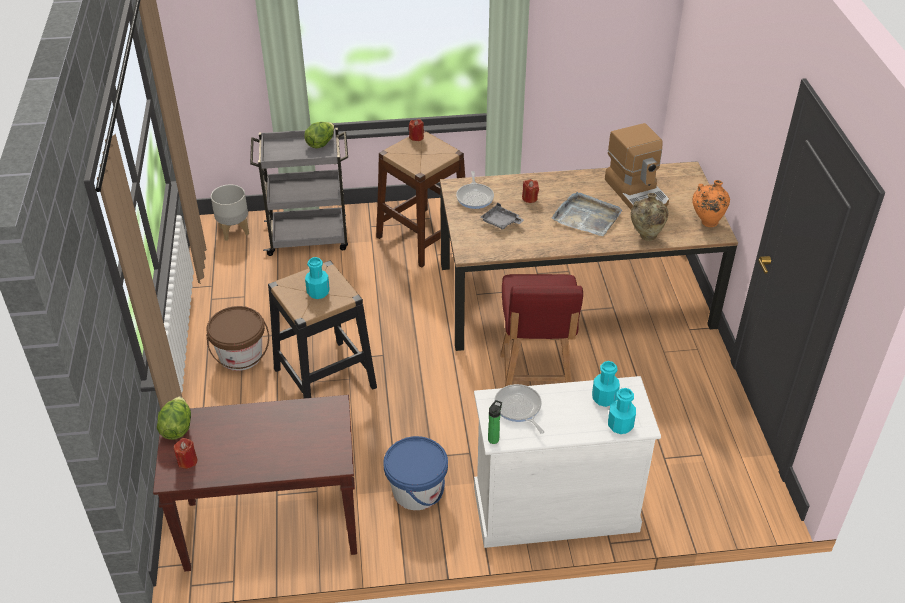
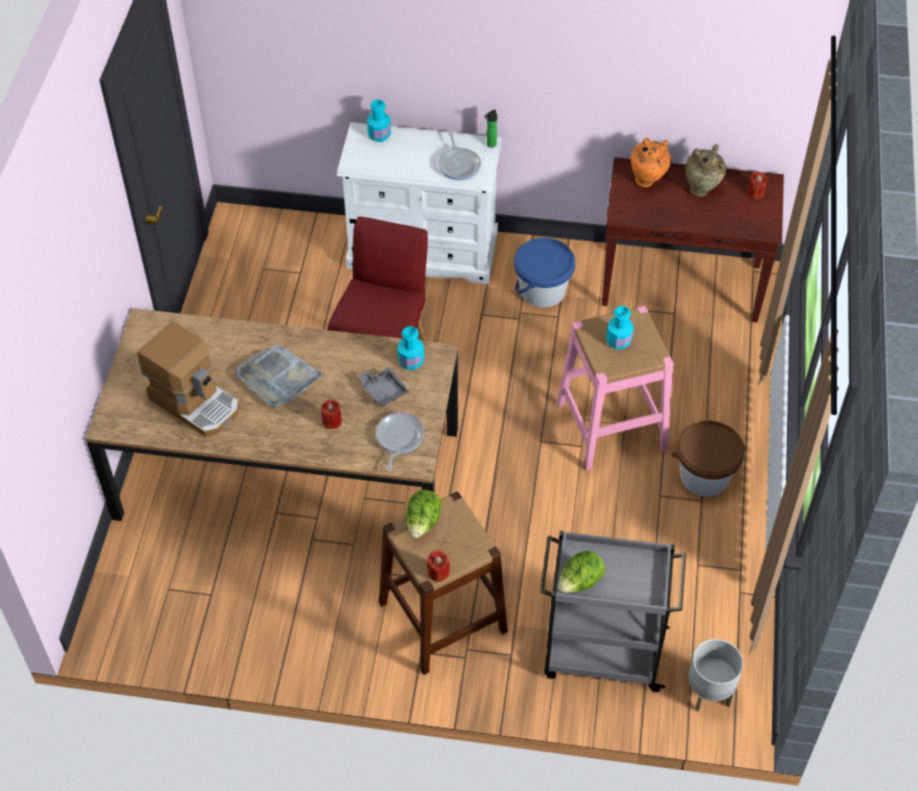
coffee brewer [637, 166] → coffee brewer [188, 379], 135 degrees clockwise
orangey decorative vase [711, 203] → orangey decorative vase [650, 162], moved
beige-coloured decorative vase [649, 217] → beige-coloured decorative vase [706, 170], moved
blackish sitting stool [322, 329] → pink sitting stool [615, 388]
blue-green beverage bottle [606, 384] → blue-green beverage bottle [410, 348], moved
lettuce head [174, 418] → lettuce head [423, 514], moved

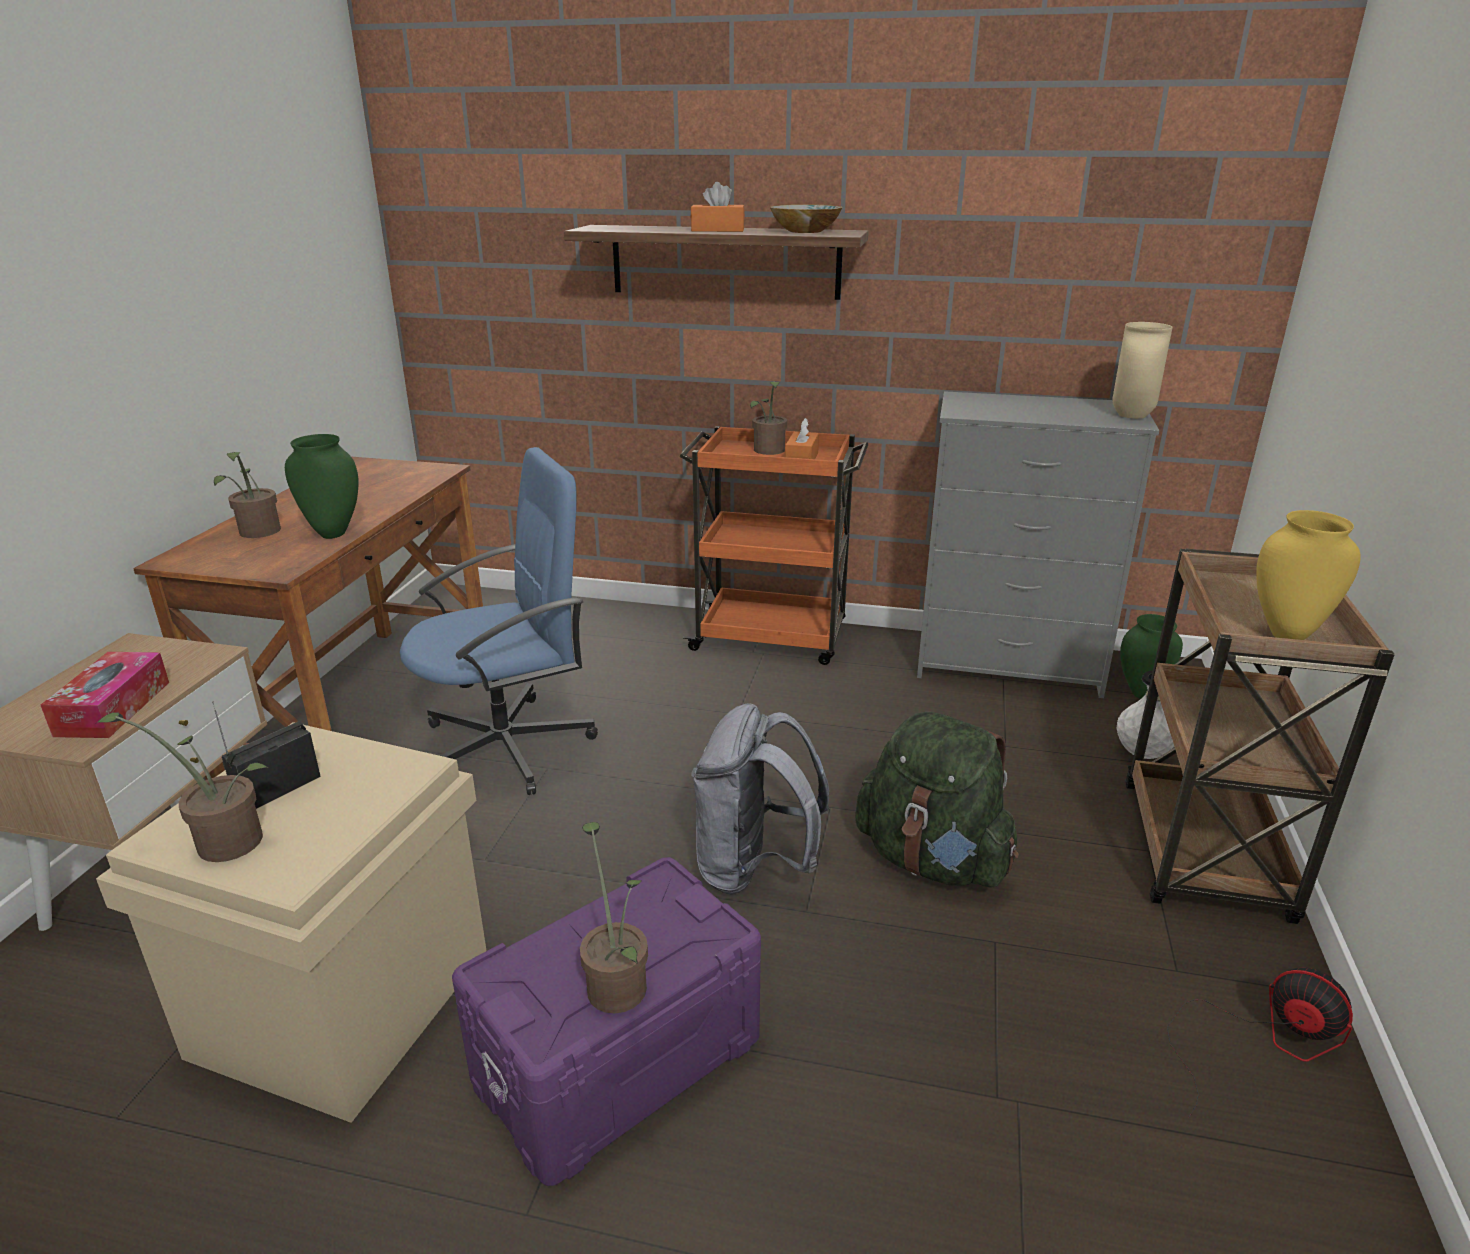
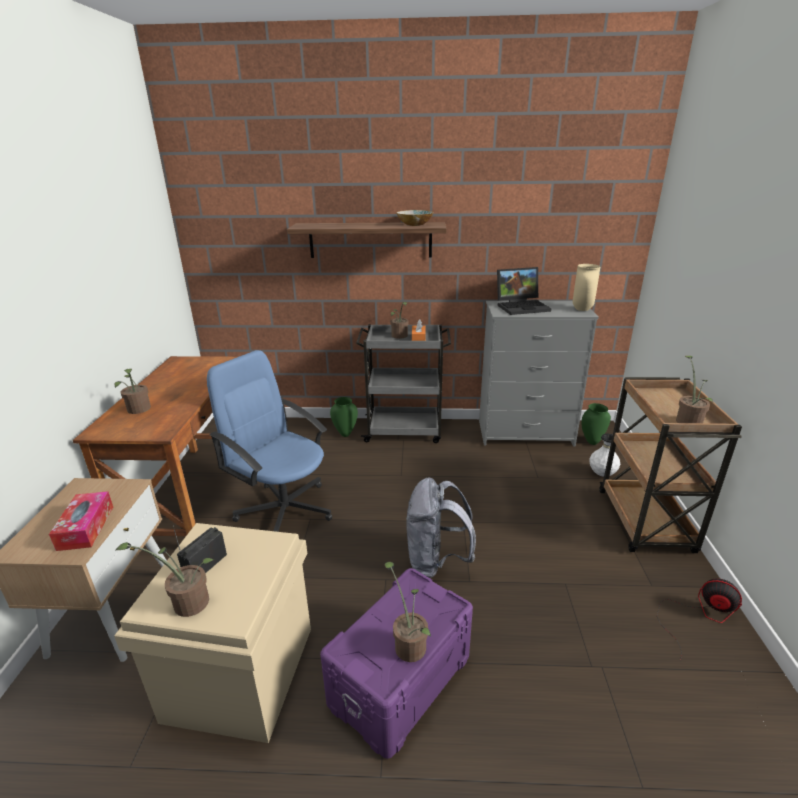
orangey tissue holder [718, 207] → -
orangey wheeled cart [773, 545] → grey wheeled cart [403, 383]
green decorative vase [322, 486] → green decorative vase [344, 417], moved
blue computer chair [499, 621] → blue computer chair [269, 441], 105 degrees counterclockwise
yellow decorative vase [1308, 575] → houseplant [694, 389]
green knapsack [937, 799] → -
- → notebook computer [524, 291]

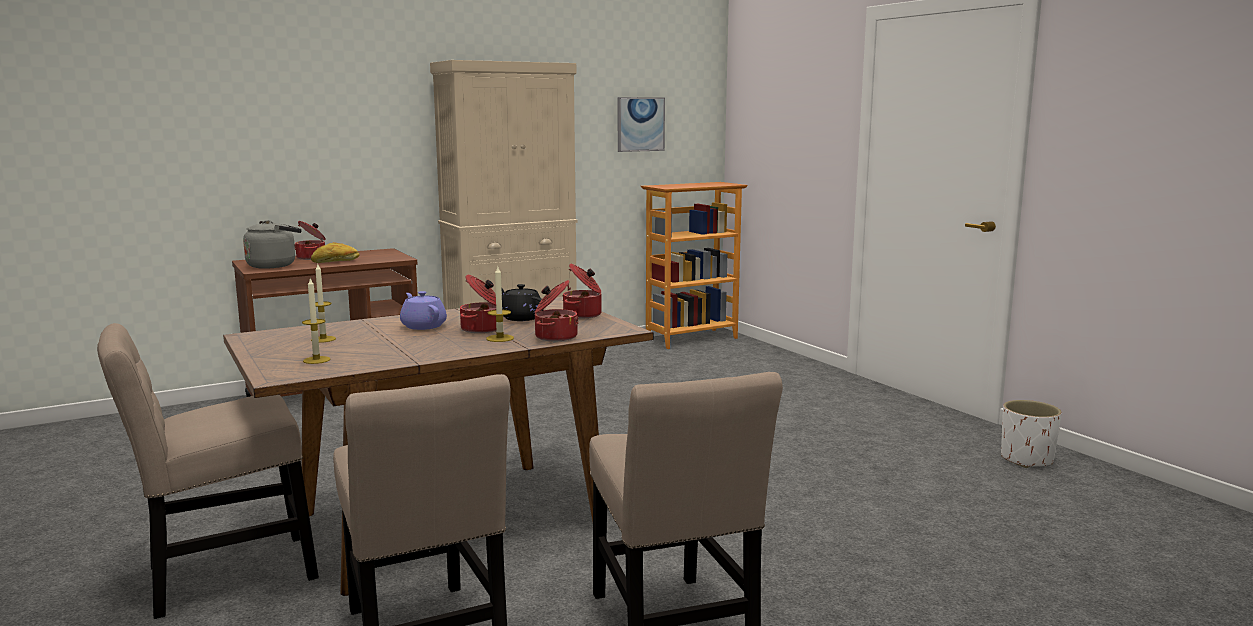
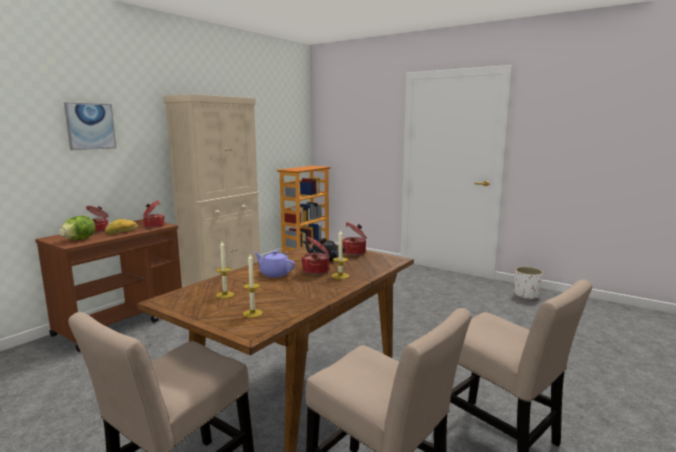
wall art [641, 124] → wall art [90, 126], moved
grey tea kettle [272, 244] → lettuce head [77, 228]
stockpot [557, 310] → stockpot [154, 214], moved

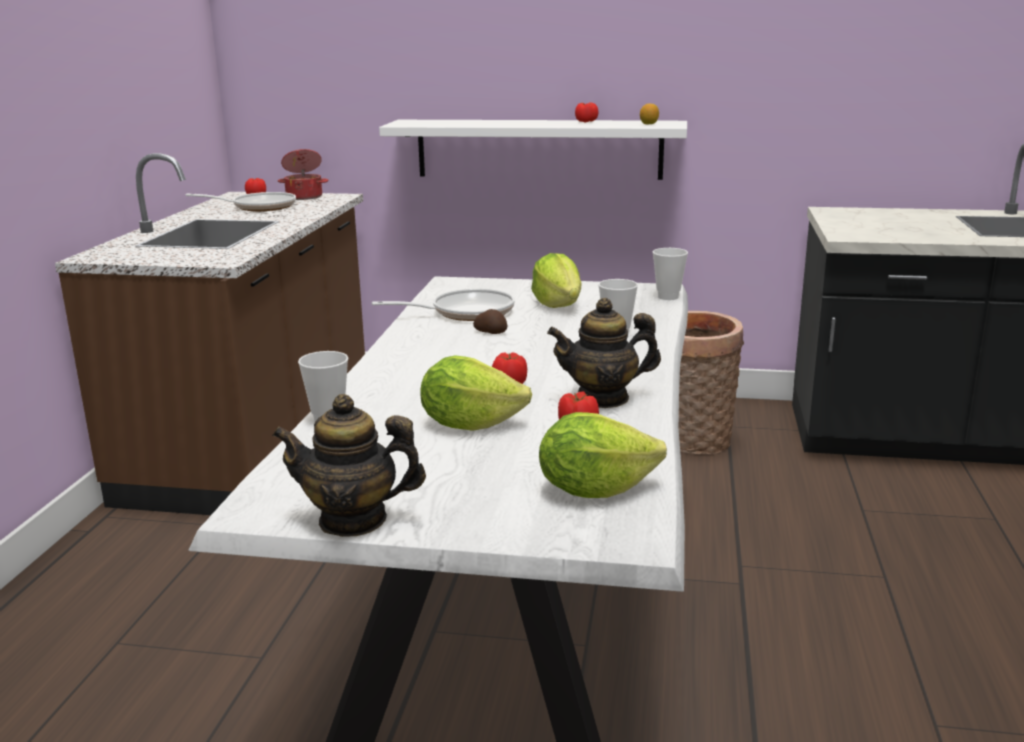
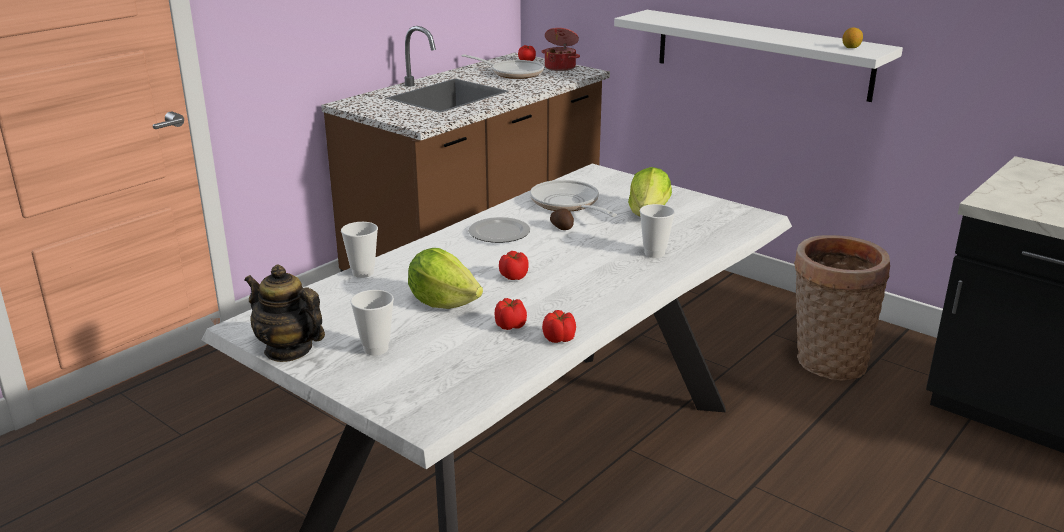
tomato [587, 112] → tomato [559, 326], moved
cup [670, 274] → cup [372, 322], moved
skillet [443, 305] → skillet [573, 198], 135 degrees counterclockwise
pot for tea [604, 353] → -
lettuce head [603, 455] → -
- → dinner plate [499, 230]

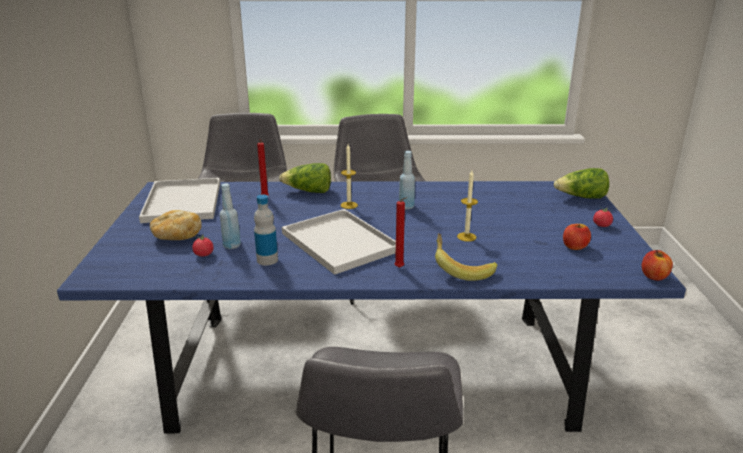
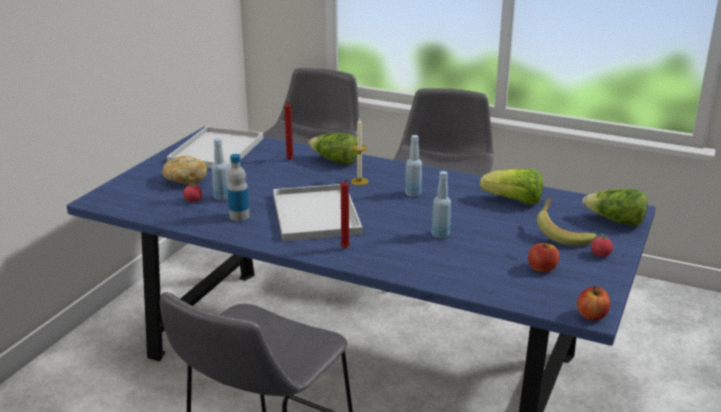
wax candle [467, 206] → blue beverage bottle [441, 204]
banana [466, 257] → banana [567, 221], moved
- → lettuce head [511, 187]

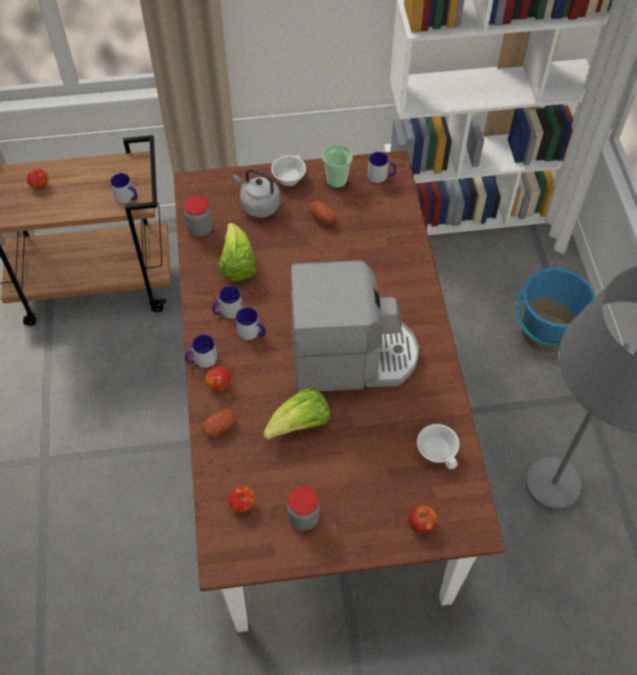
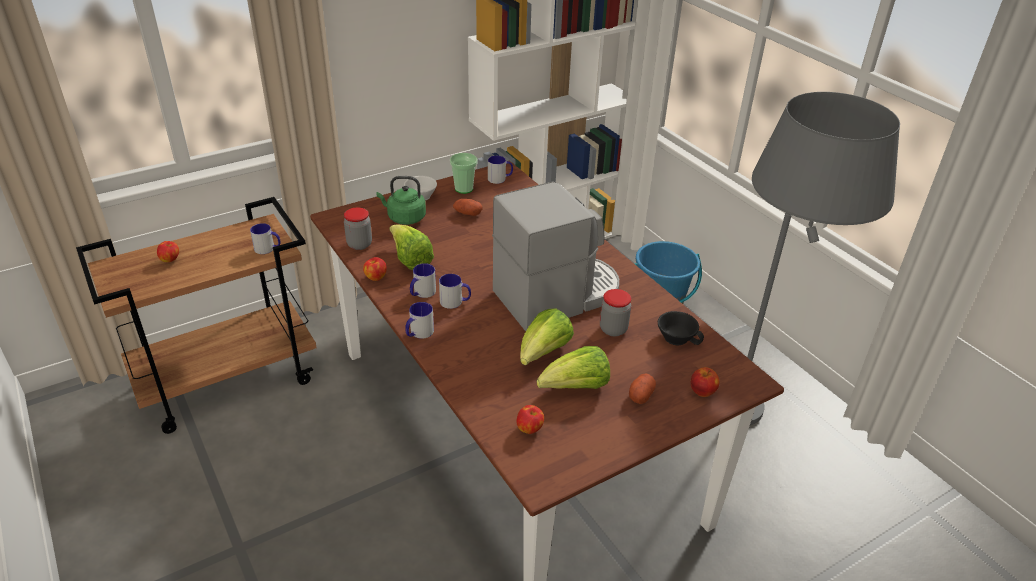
grey tea kettle [256, 193] → green tea kettle [401, 200]
apple fruit [218, 378] → apple fruit [375, 269], moved
whole potato [219, 423] → whole potato [642, 388], moved
whitish cup [438, 447] → blackish cup [681, 328]
jar [303, 509] → jar [615, 312], moved
- → lettuce head [573, 367]

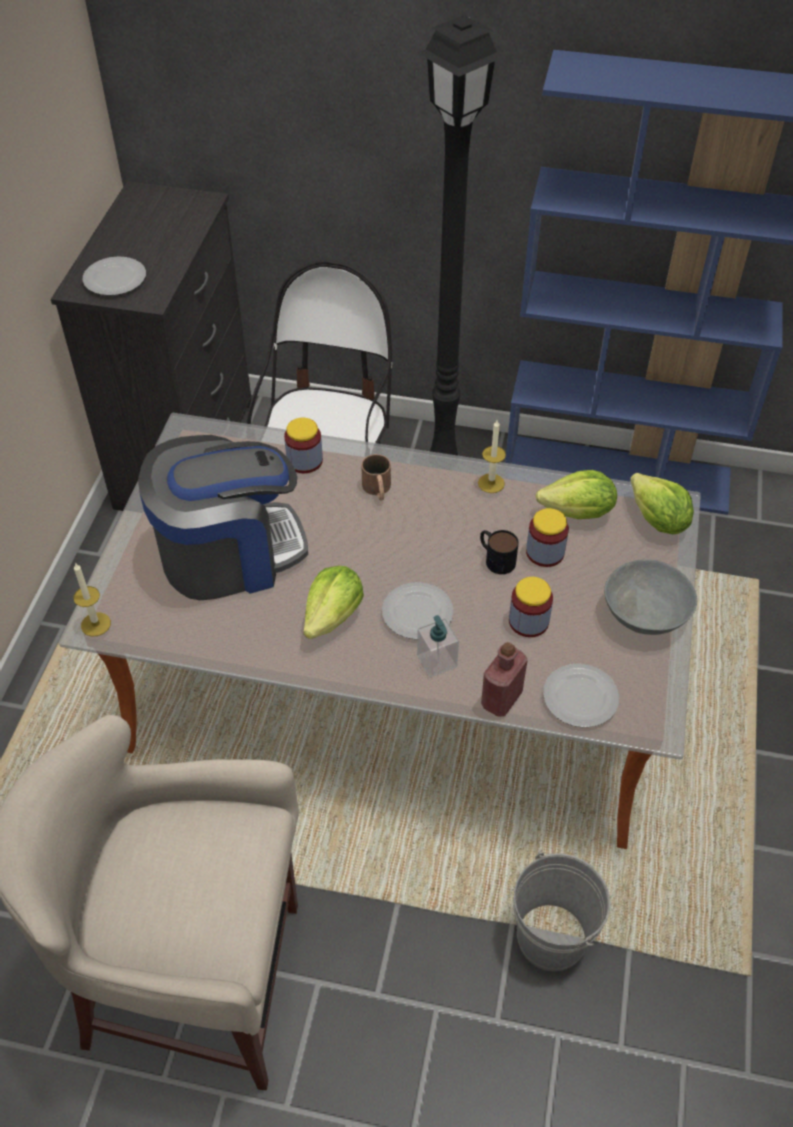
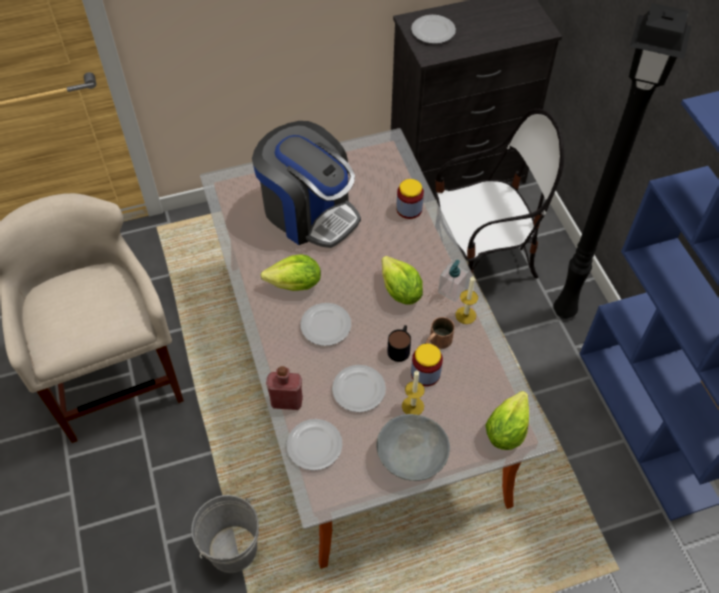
brown-coloured tea mug [376, 477] → brown-coloured tea mug [440, 333], moved
lettuce head [576, 494] → lettuce head [402, 280], moved
wax candle [92, 600] → wax candle [413, 392], moved
jar [531, 607] → dinner plate [359, 388]
soap dispenser [438, 646] → soap dispenser [453, 281], moved

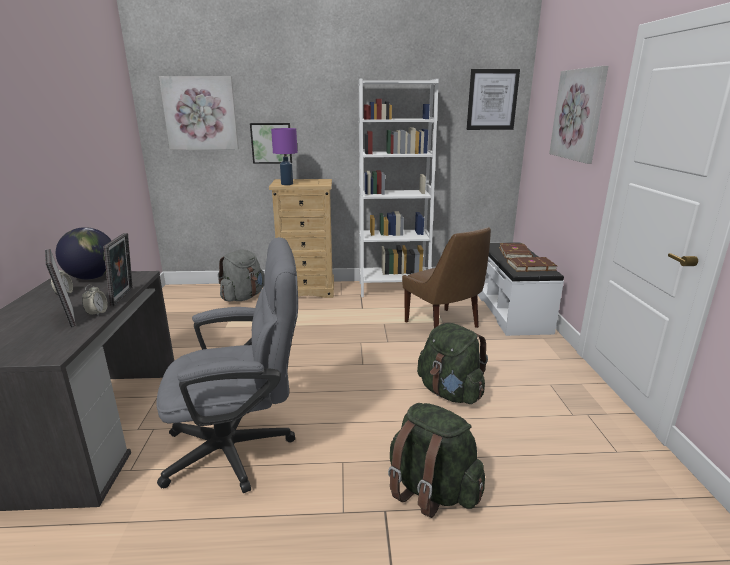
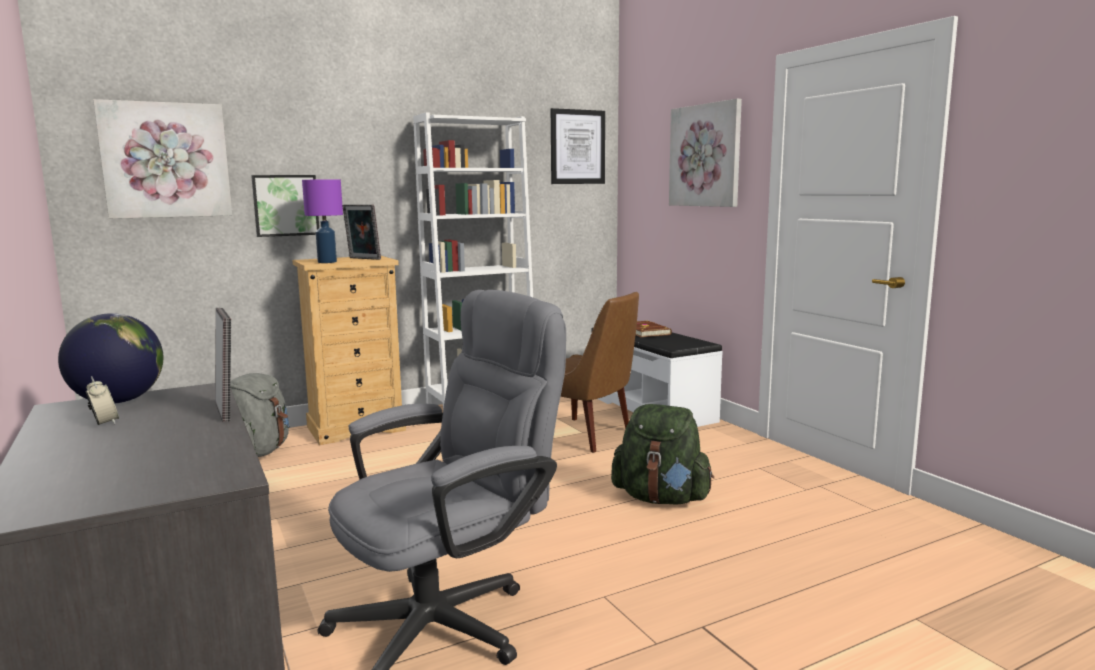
picture frame [60, 288] → picture frame [361, 232], moved
brown-coloured volume [532, 264] → -
alarm clock [95, 300] → -
green knapsack [436, 460] → -

